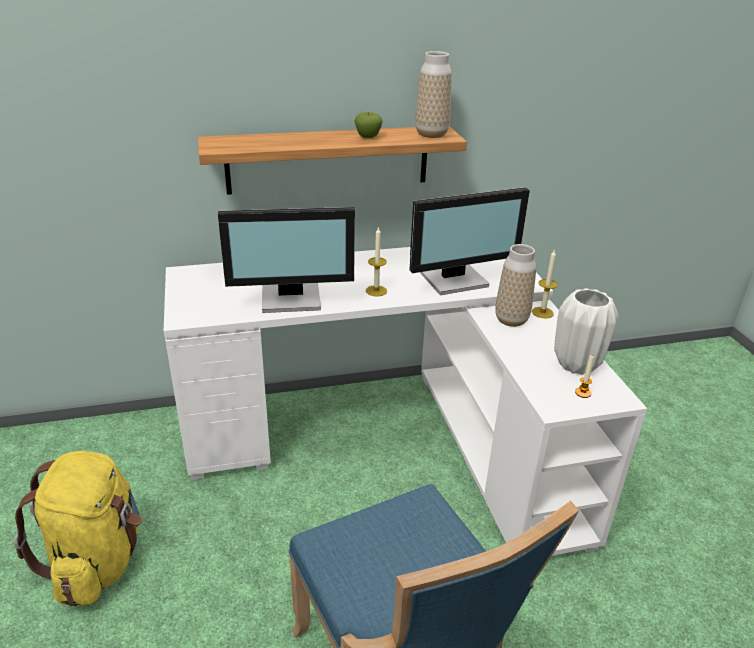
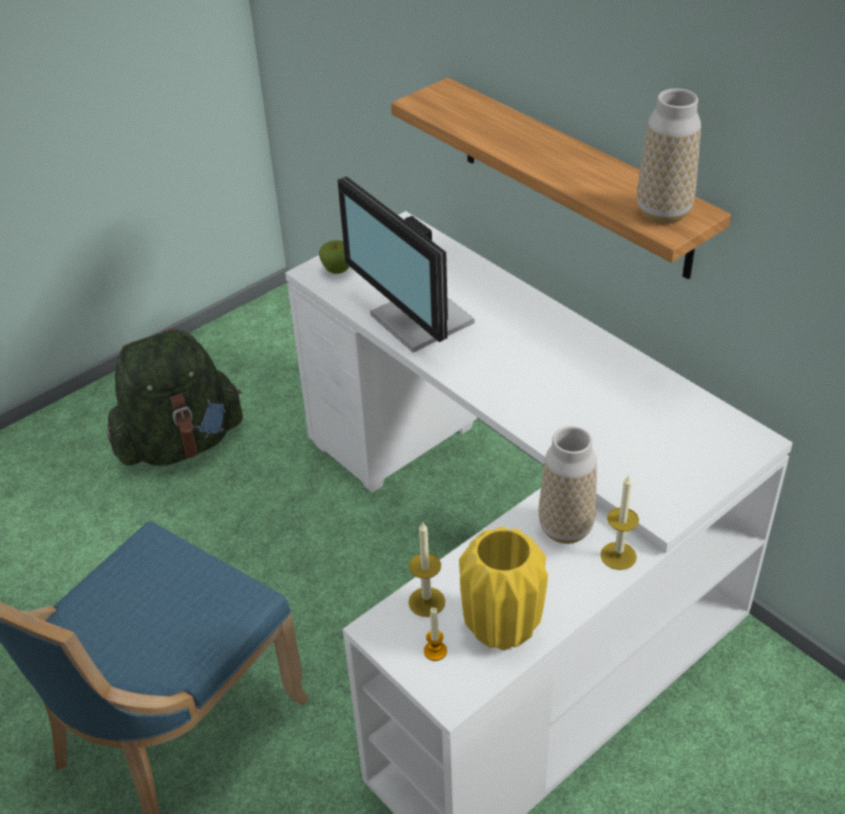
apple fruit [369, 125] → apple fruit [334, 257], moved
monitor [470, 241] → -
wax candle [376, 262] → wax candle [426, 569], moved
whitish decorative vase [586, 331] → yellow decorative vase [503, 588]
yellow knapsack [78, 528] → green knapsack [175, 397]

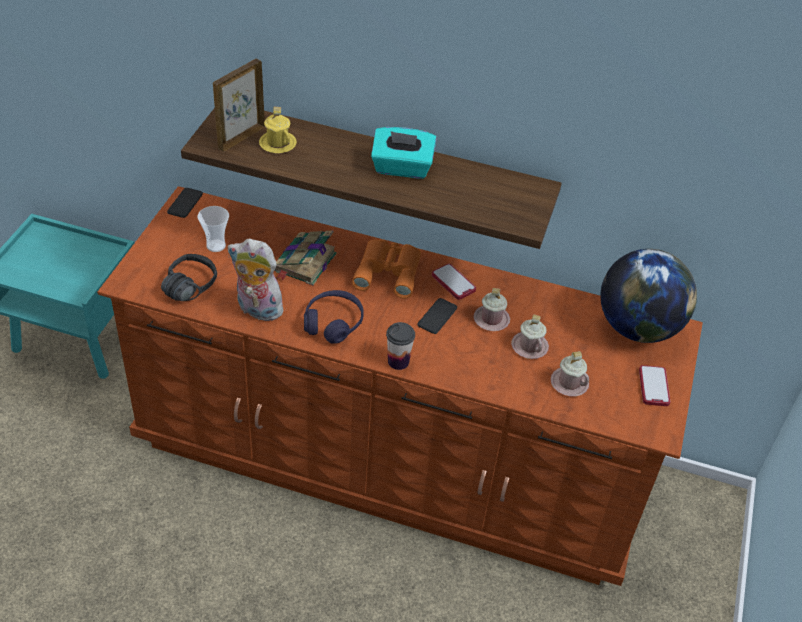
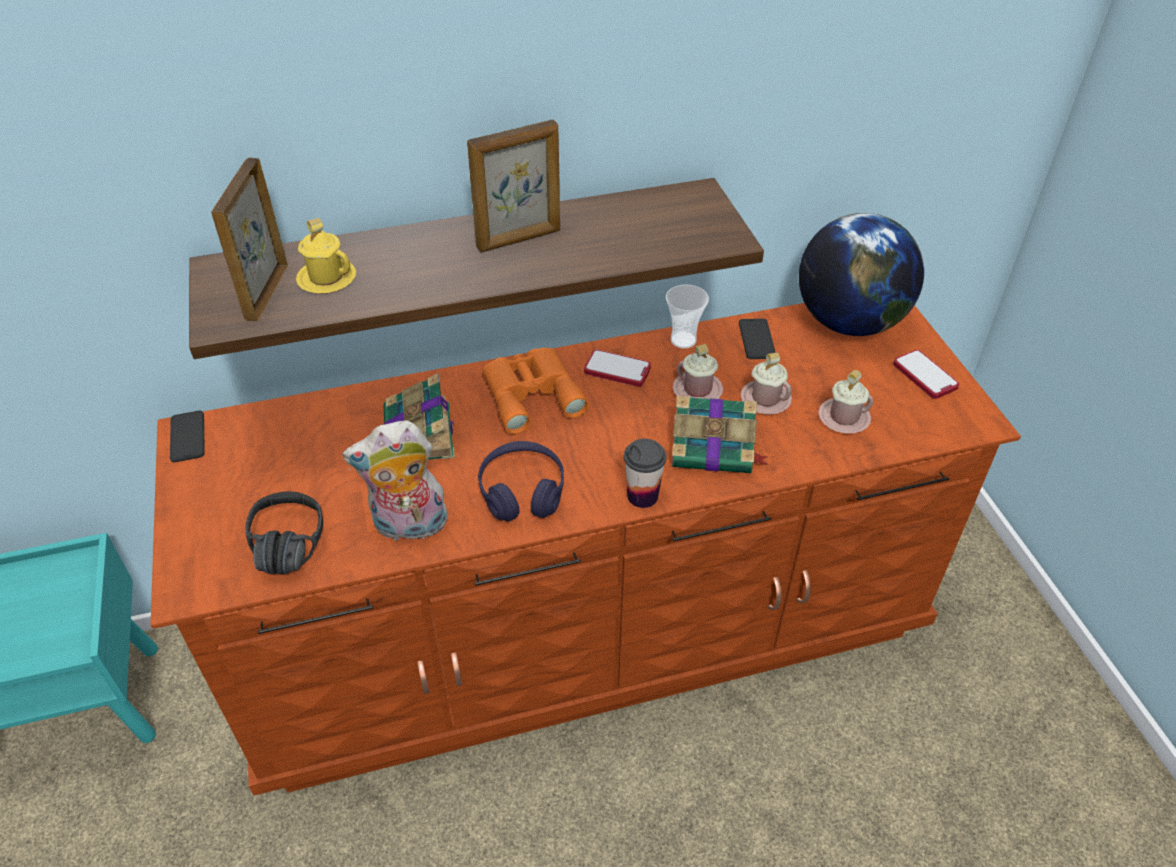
blue-green tissue holder [403, 153] → picture frame [513, 186]
cup [213, 229] → cup [687, 316], moved
handset [437, 316] → handset [757, 338], moved
- → volume [719, 434]

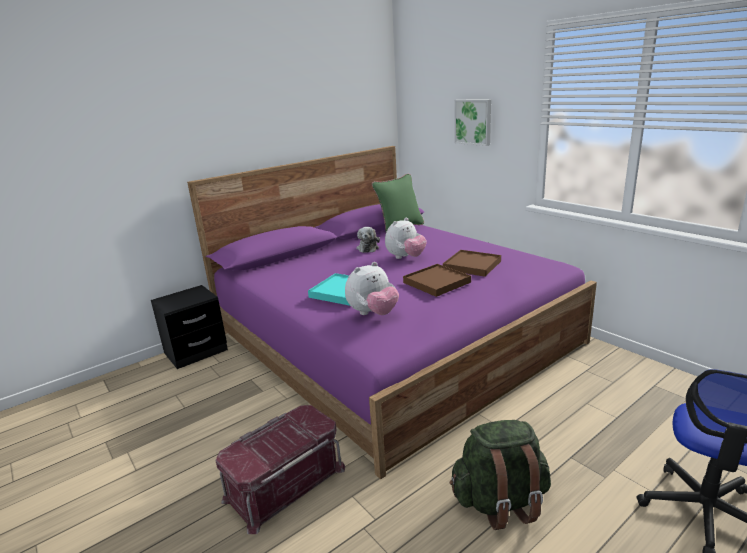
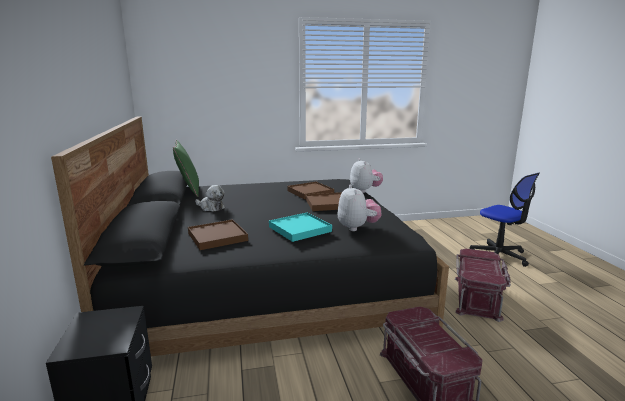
wall art [472, 123] → -
purple-coloured bed [392, 312] → blackish bed [250, 236]
soft toy [406, 238] → soft toy [366, 176], moved
green knapsack [500, 475] → reddish storage container [483, 285]
- → brown-coloured tray [218, 234]

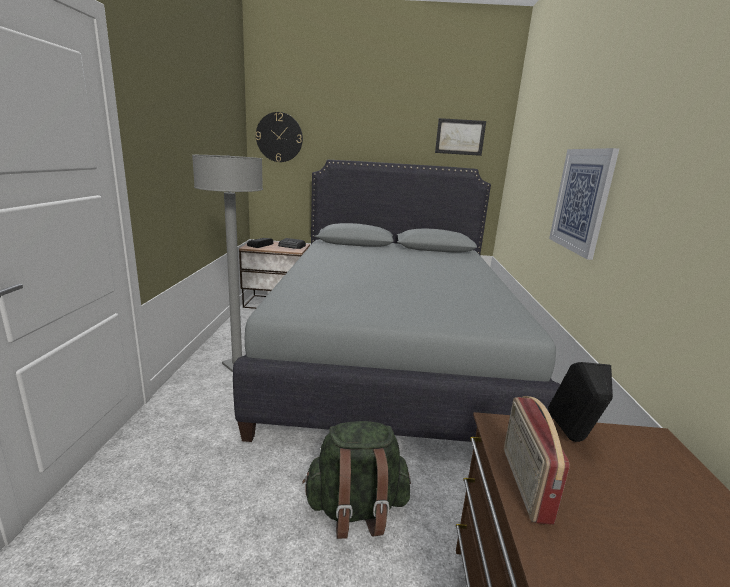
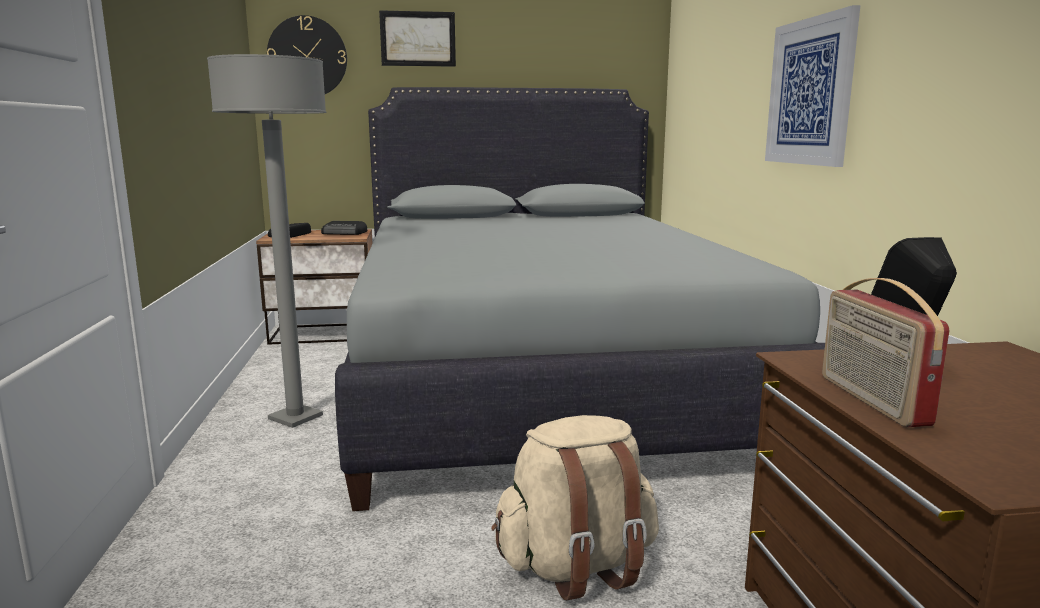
wall art [460, 137] → wall art [417, 38], moved
green knapsack [356, 480] → beige-coloured knapsack [575, 507]

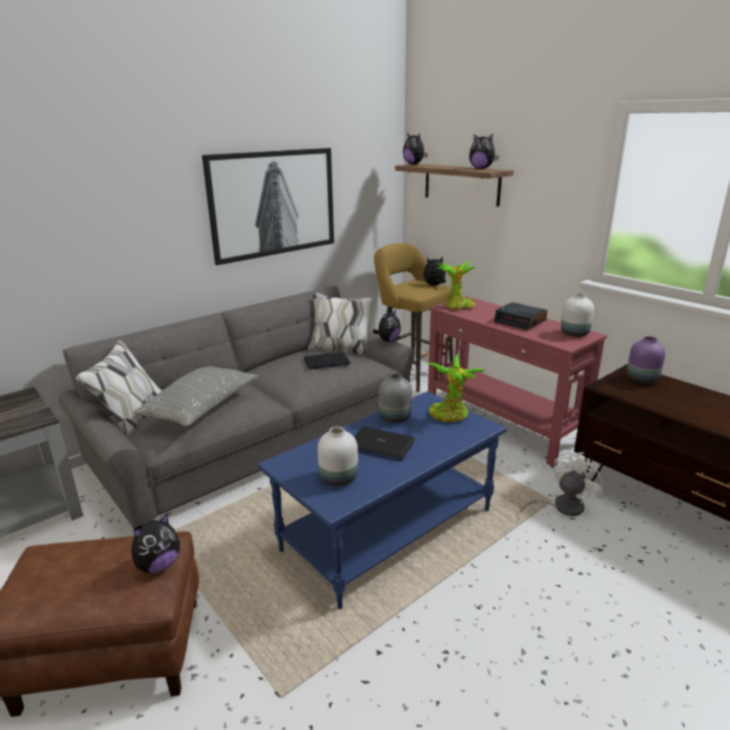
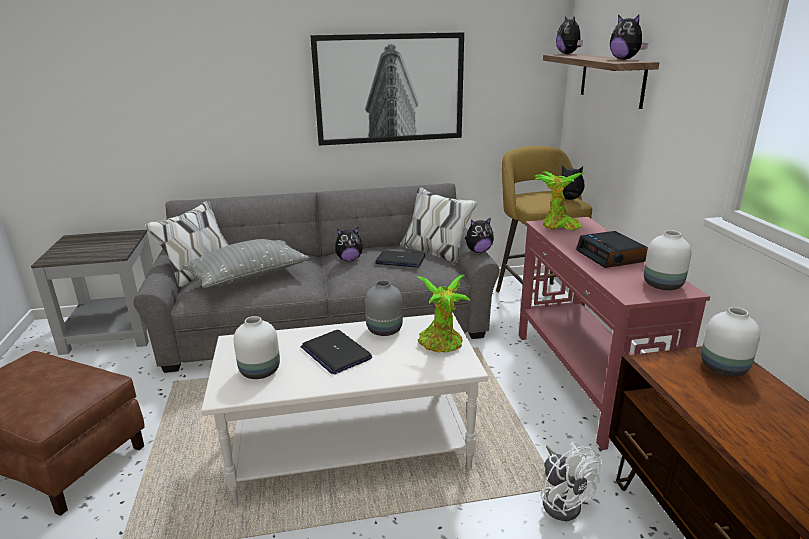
purple-coloured decorative vase [646, 359] → whitish decorative vase [730, 341]
blue coffee table [382, 500] → whitish coffee table [344, 408]
whitish cooling fan [561, 484] → whitish cooling fan [571, 481], 75 degrees clockwise
soft toy [155, 543] → soft toy [349, 244], moved

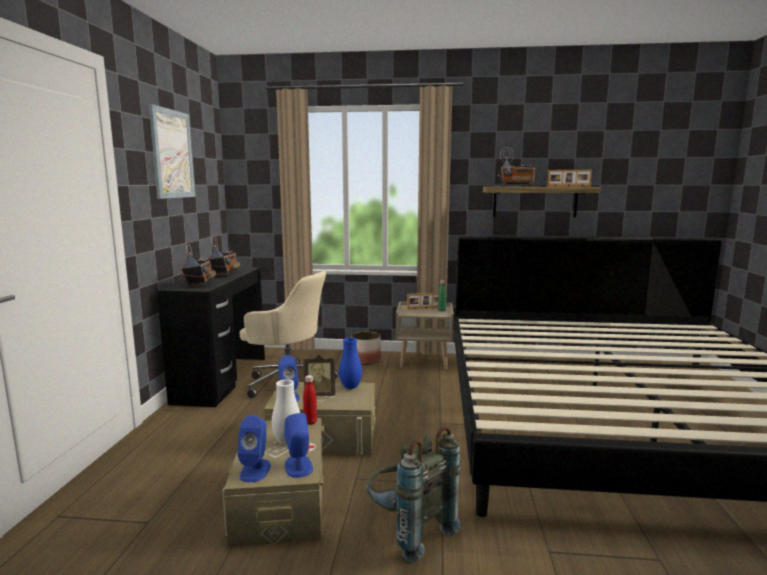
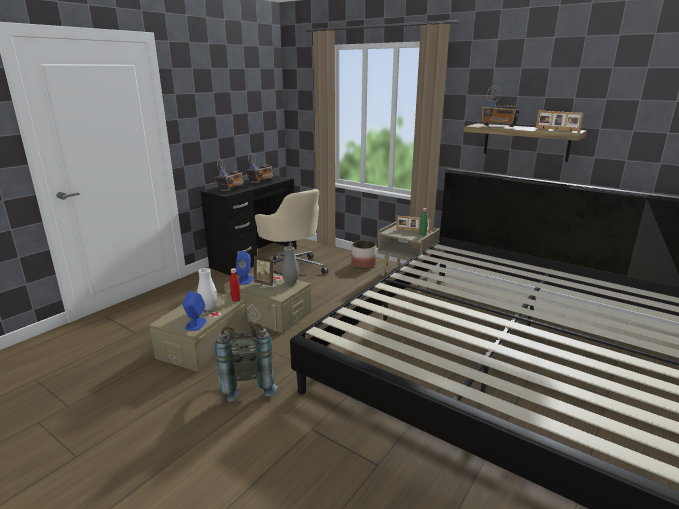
wall art [172, 151] → -
blue decorative vase [350, 363] → grey decorative vase [290, 265]
blue audio speaker [254, 448] → -

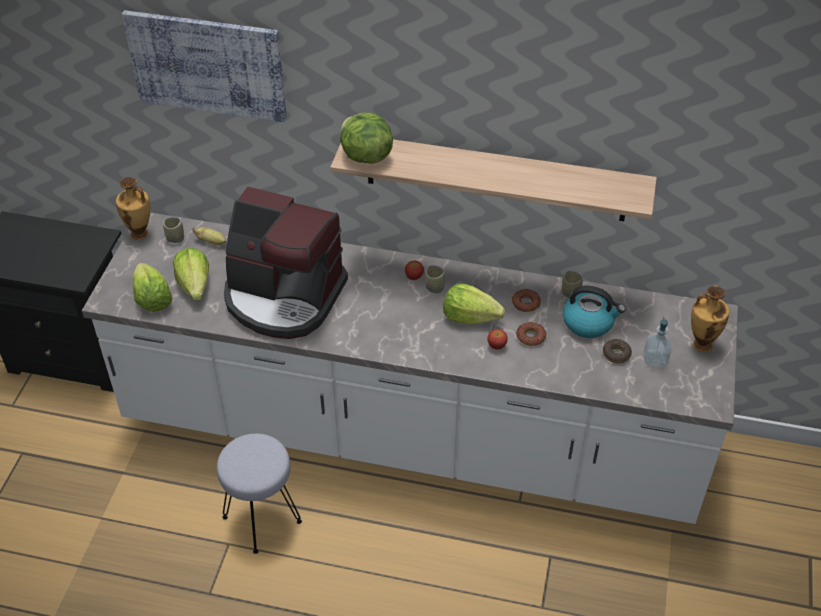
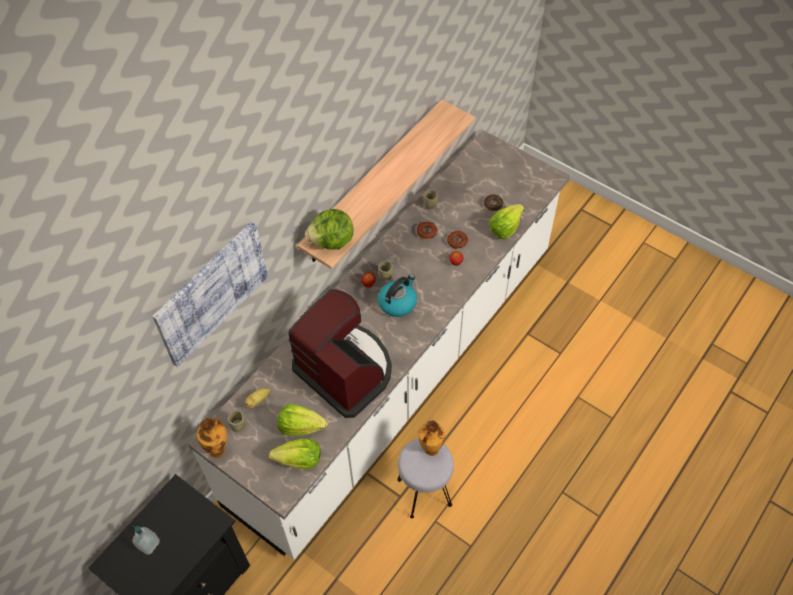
coffee brewer [286, 263] → coffee brewer [340, 353], 90 degrees counterclockwise
lettuce head [474, 303] → lettuce head [507, 221], moved
tea kettle [594, 312] → tea kettle [397, 295], moved
decorative vase [710, 319] → decorative vase [431, 438], moved
soap dispenser [657, 342] → soap dispenser [146, 540], moved

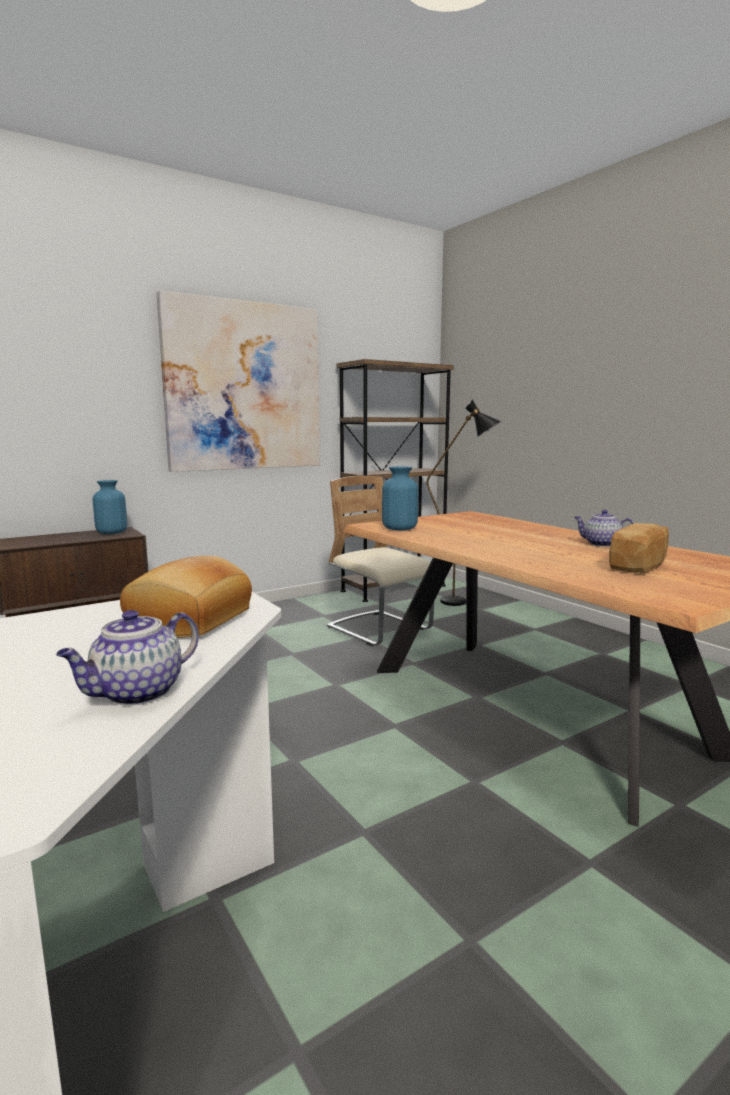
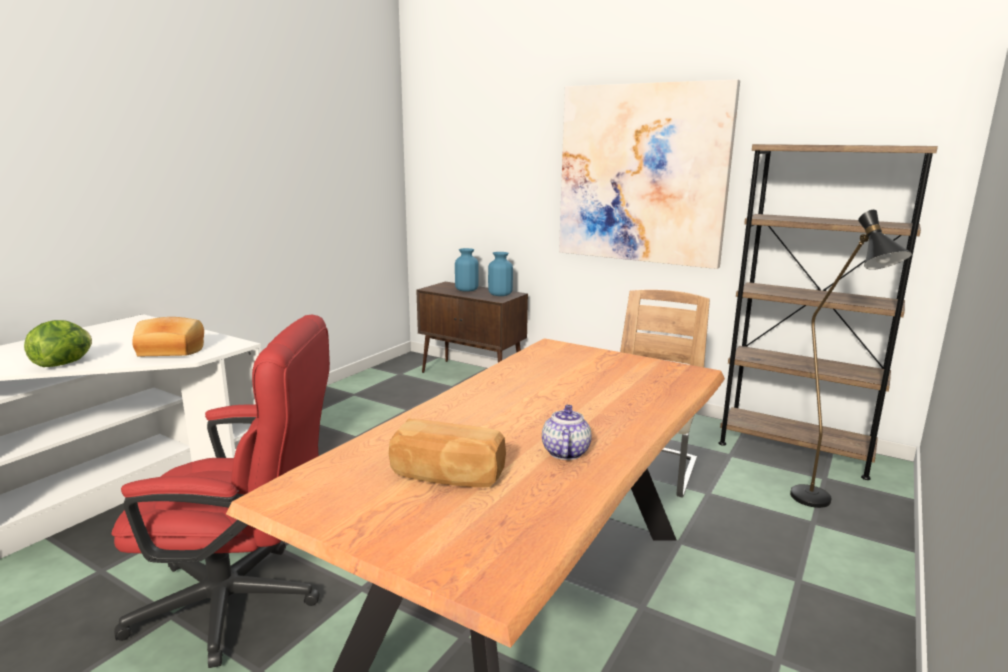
blue decorative vase [400, 498] → blue decorative vase [467, 270], moved
pot for tea [127, 657] → lettuce head [58, 343]
- → reddish computer chair [220, 491]

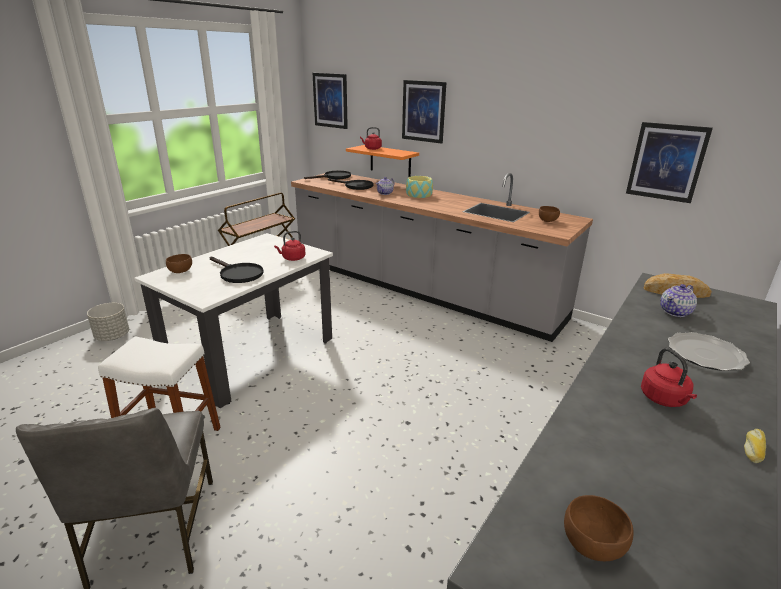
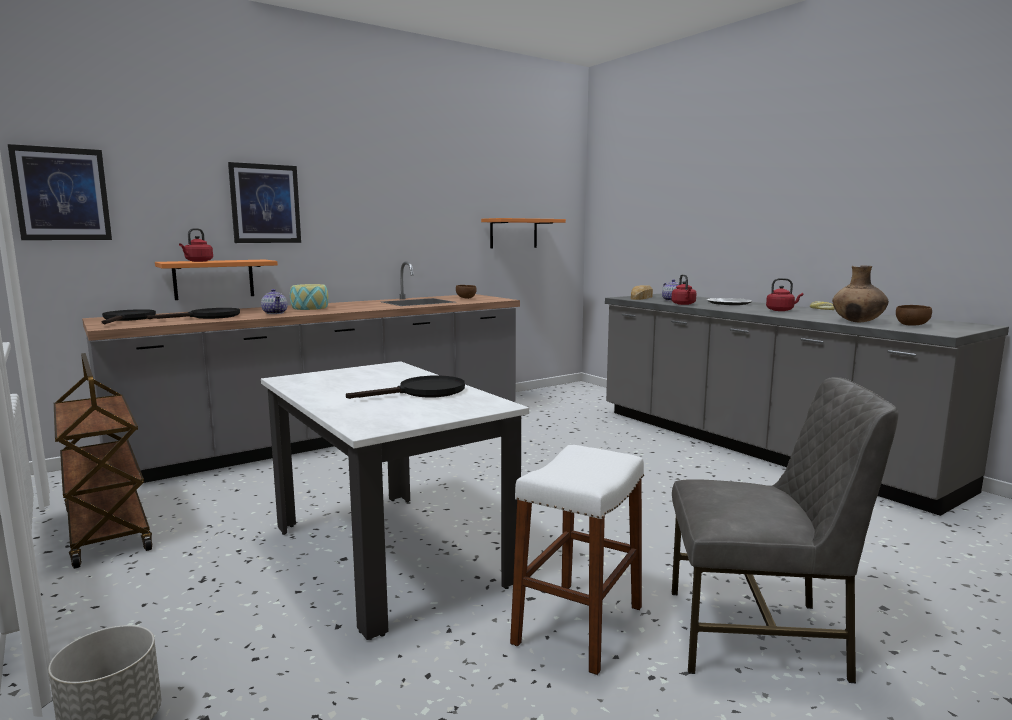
wall art [669, 162] → orangey bracket shelf [523, 233]
reddish tea kettle [289, 246] → reddish tea kettle [683, 289], moved
brown-coloured serving bowl [179, 263] → -
- → brown-coloured decorative vase [860, 294]

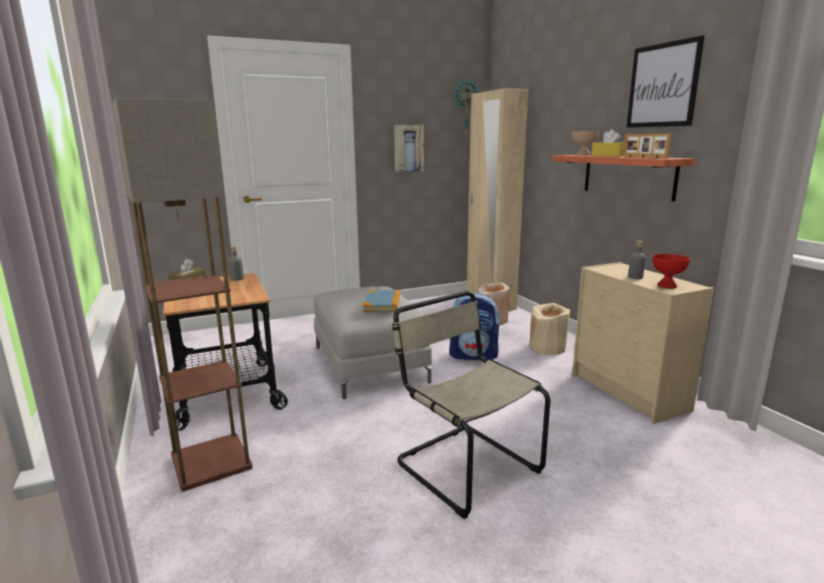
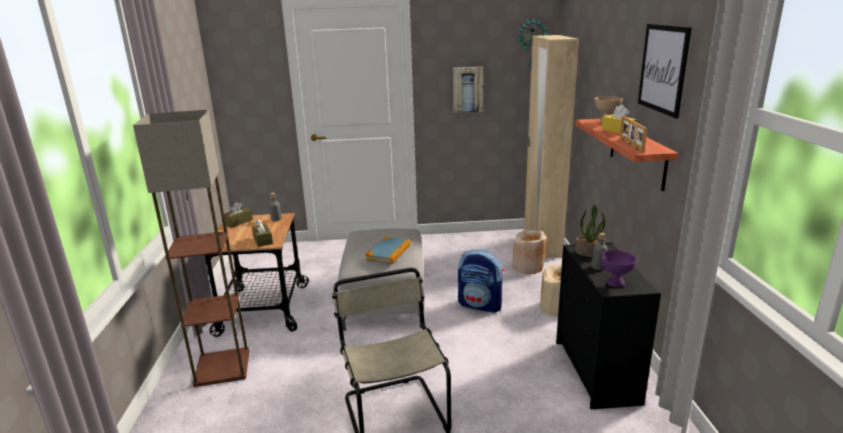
reddish serving bowl [671, 271] → purple-coloured serving bowl [619, 268]
beige-coloured drawer chest [643, 343] → blackish drawer chest [608, 325]
- → houseplant [590, 230]
- → brown-coloured tissue holder [262, 233]

